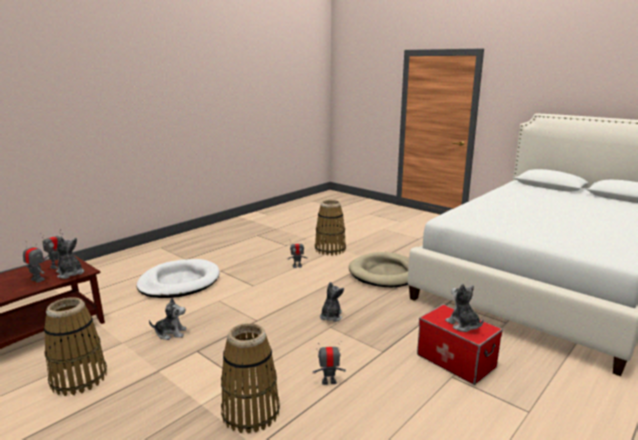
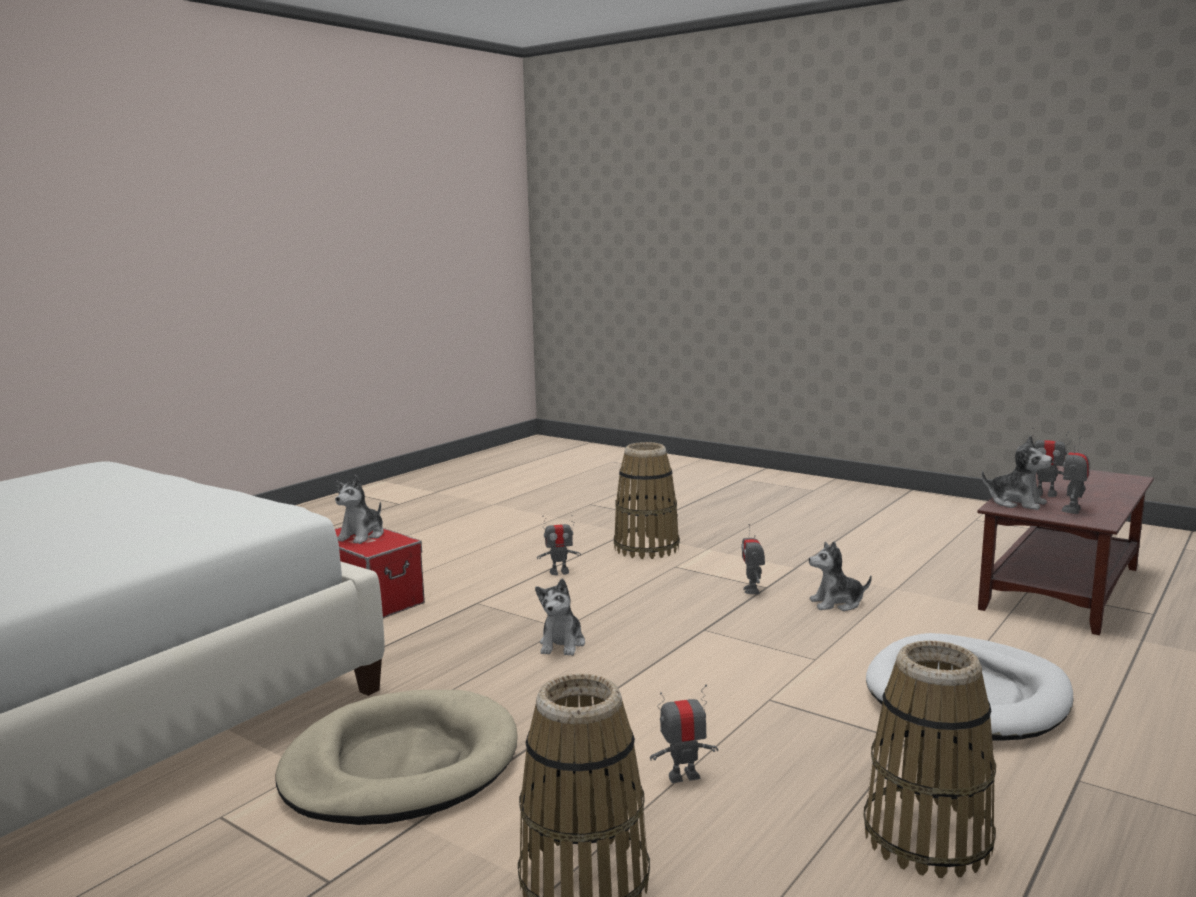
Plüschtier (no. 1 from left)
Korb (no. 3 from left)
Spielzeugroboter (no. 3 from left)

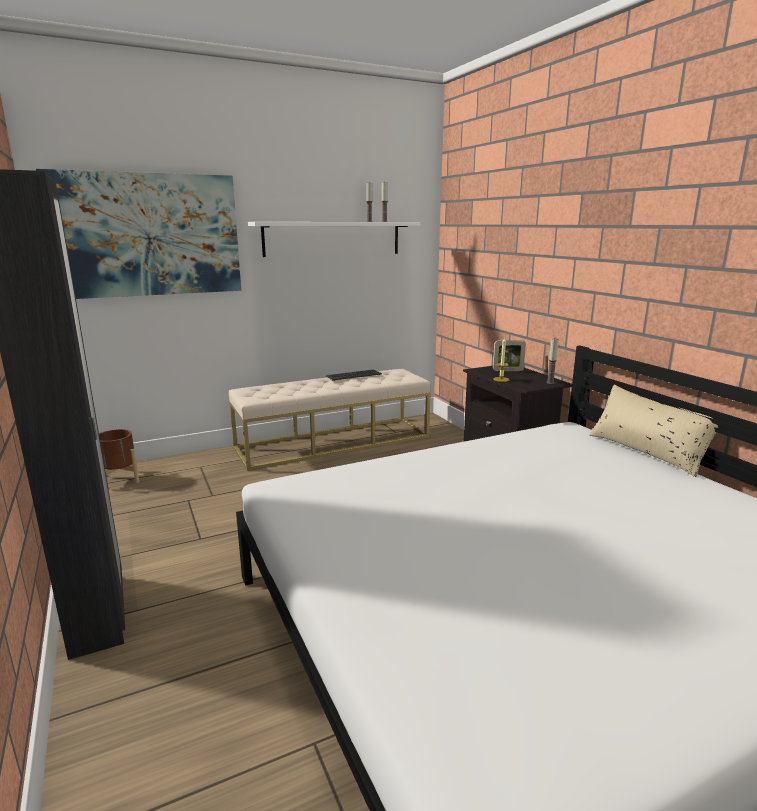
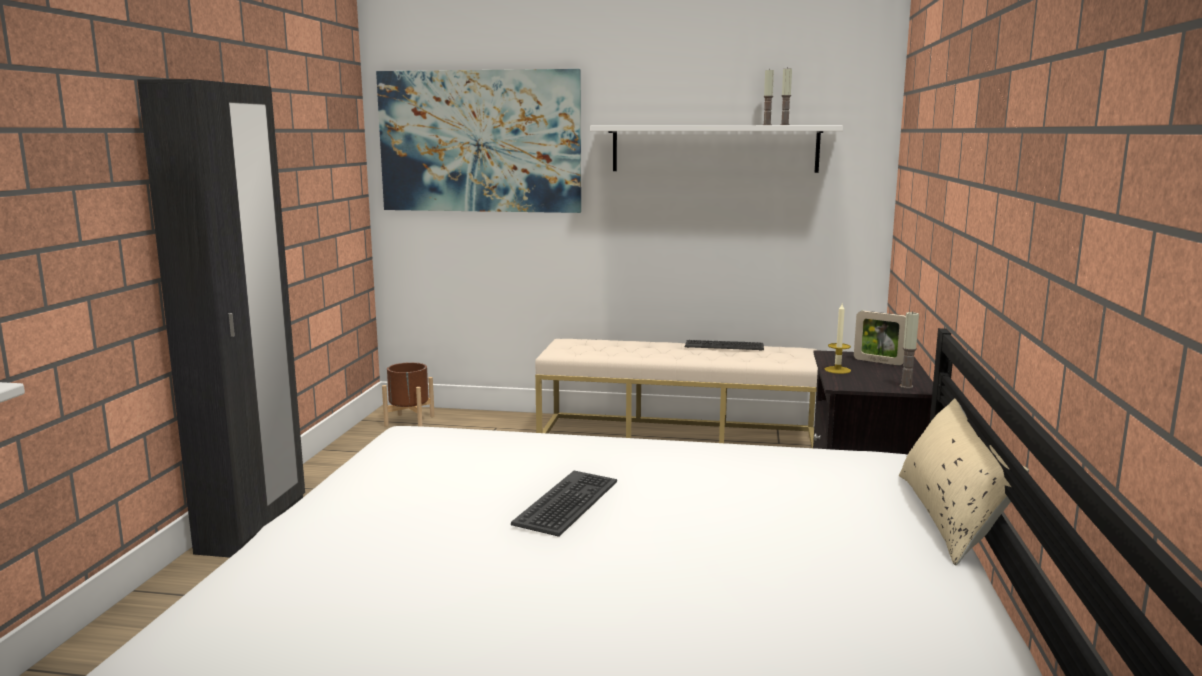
Tastatur (no. 1 from left)

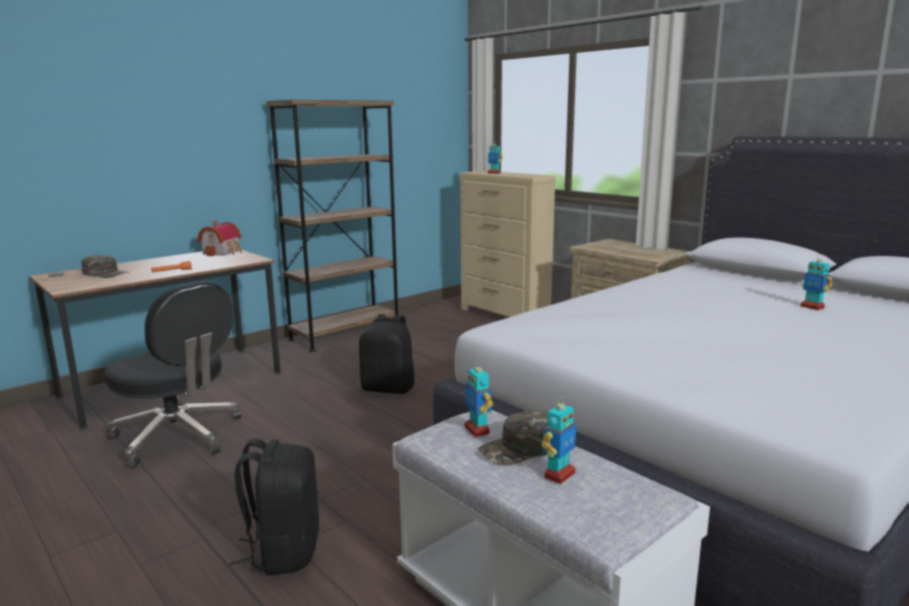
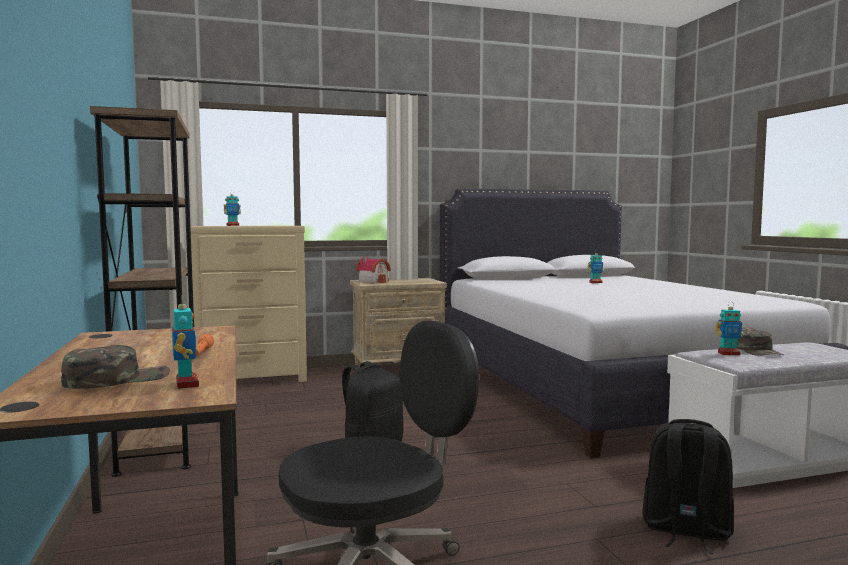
Spielzeughaus
Spielzeugroboter (no. 1 from left)

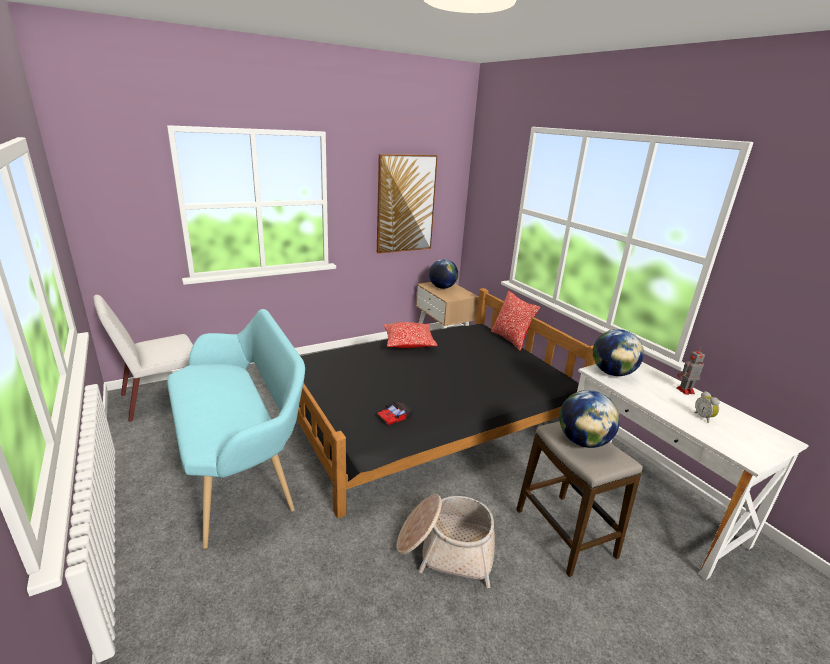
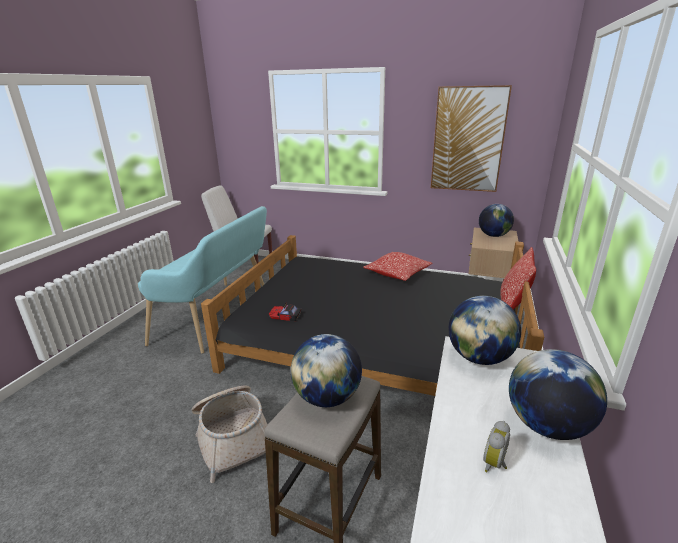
Globus (no. 4 from left)

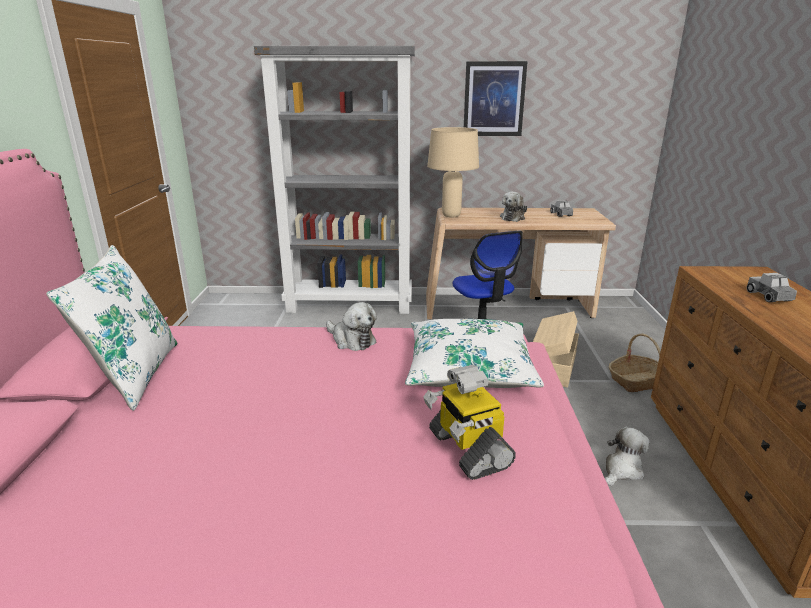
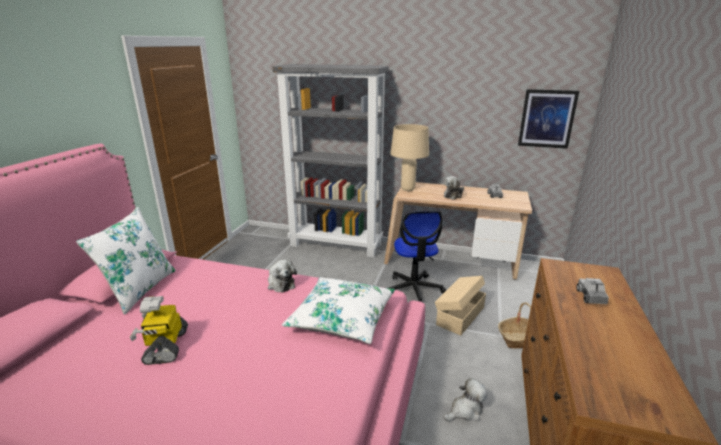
Bild
Spielzeugroboter

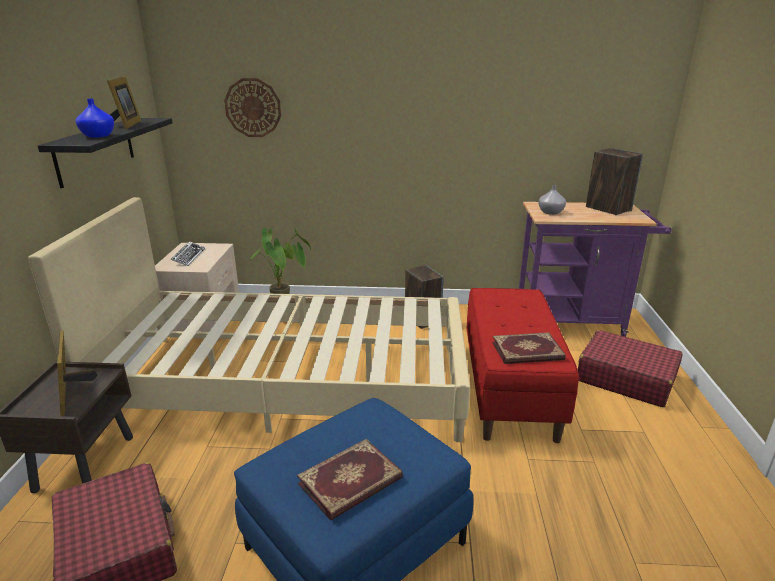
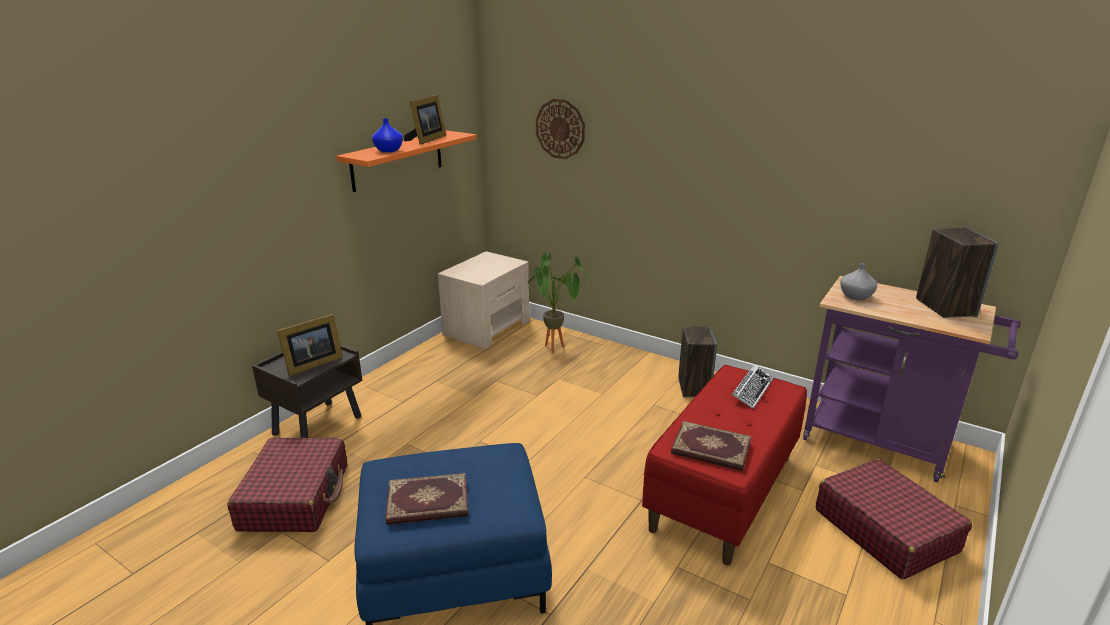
Wandregal/orange
Bett/beige
Tastatur
Bilderrahmen (no. 1 from left)

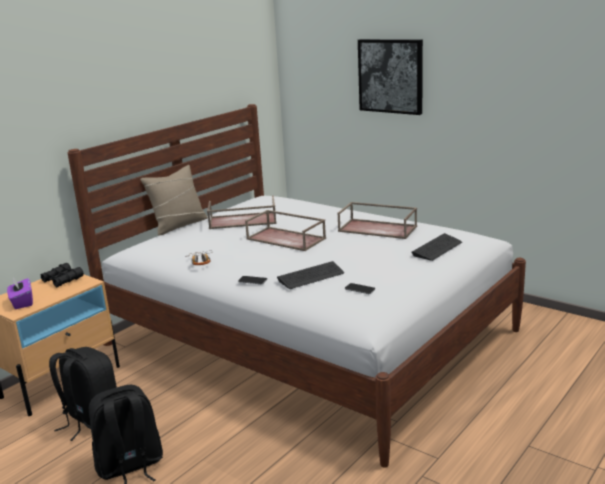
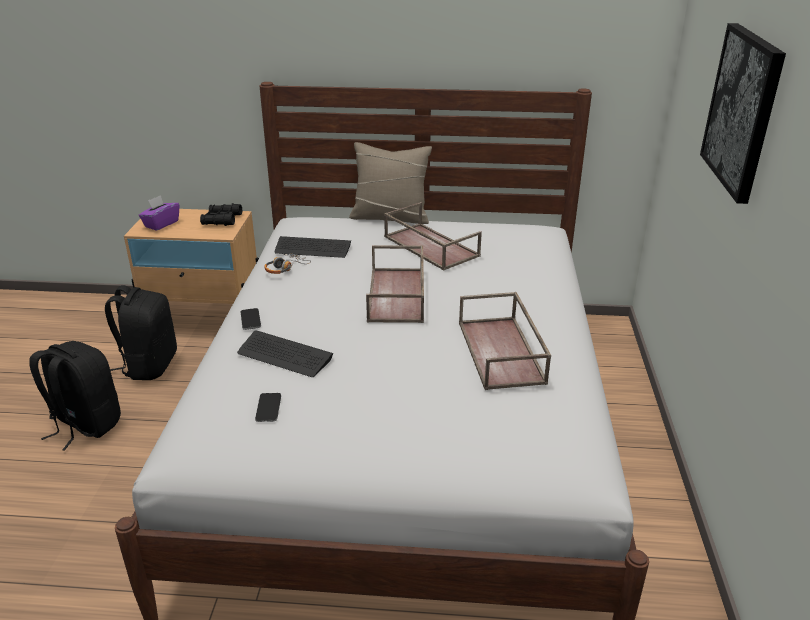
Tastatur (no. 2 from left)

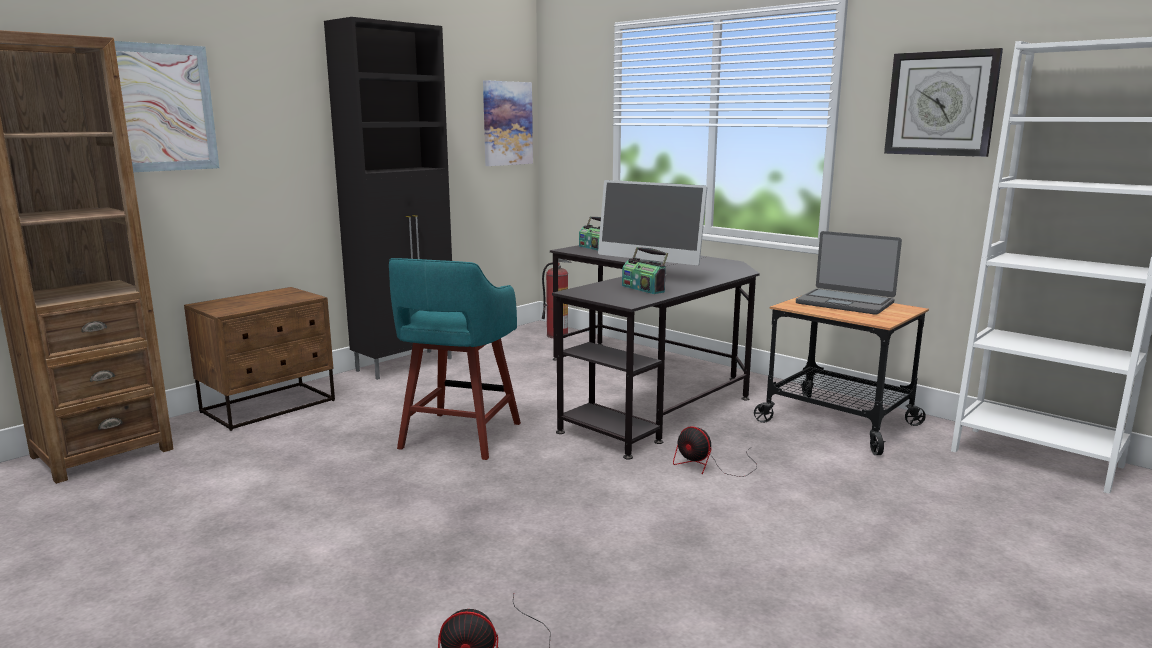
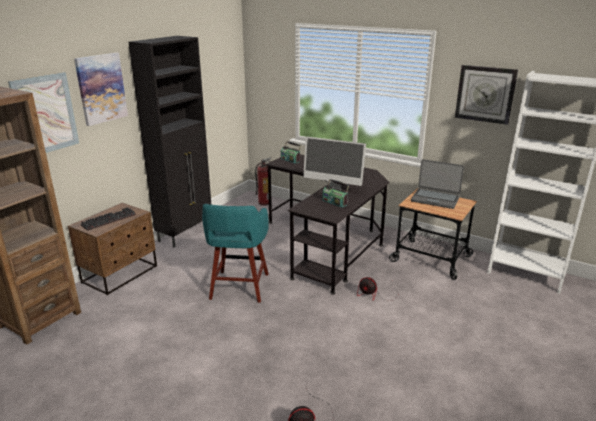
Bild (no. 2 from left)
Tastatur

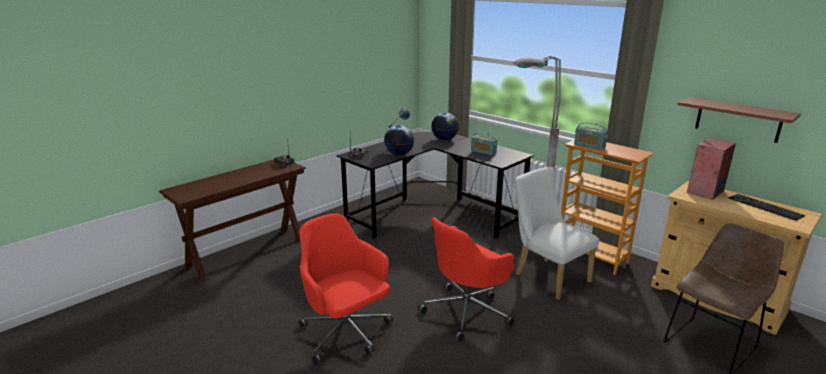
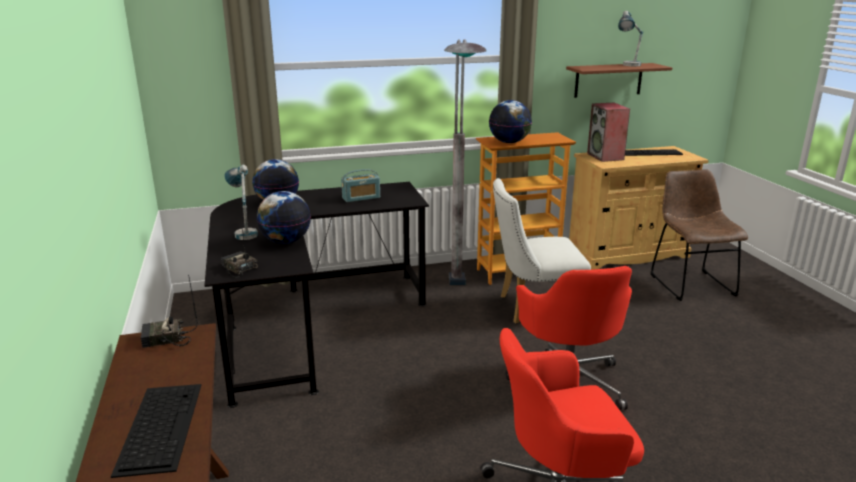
Globus (no. 3 from left)
Tischlampe (no. 2 from left)
Tastatur (no. 1 from left)

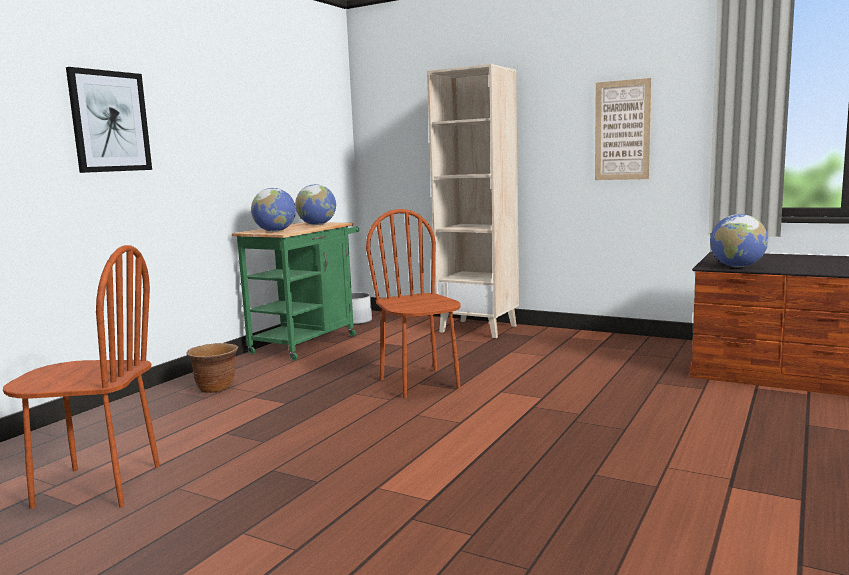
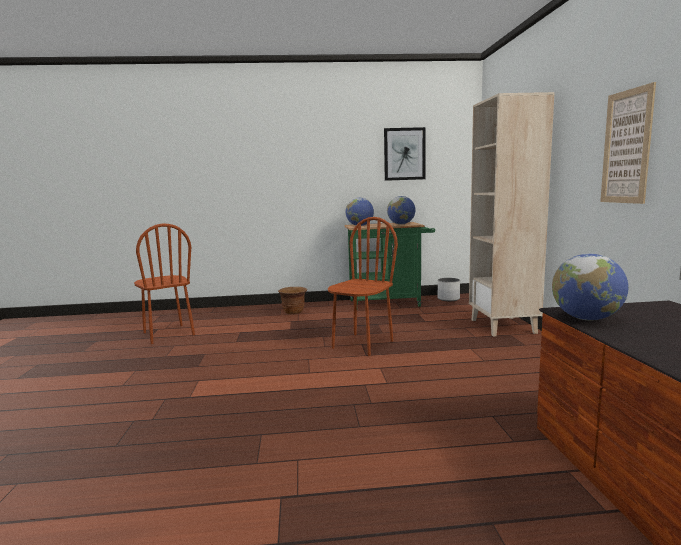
Bild (no. 1 from left)

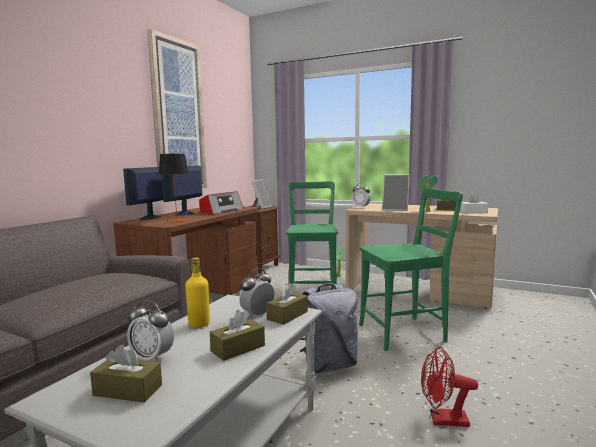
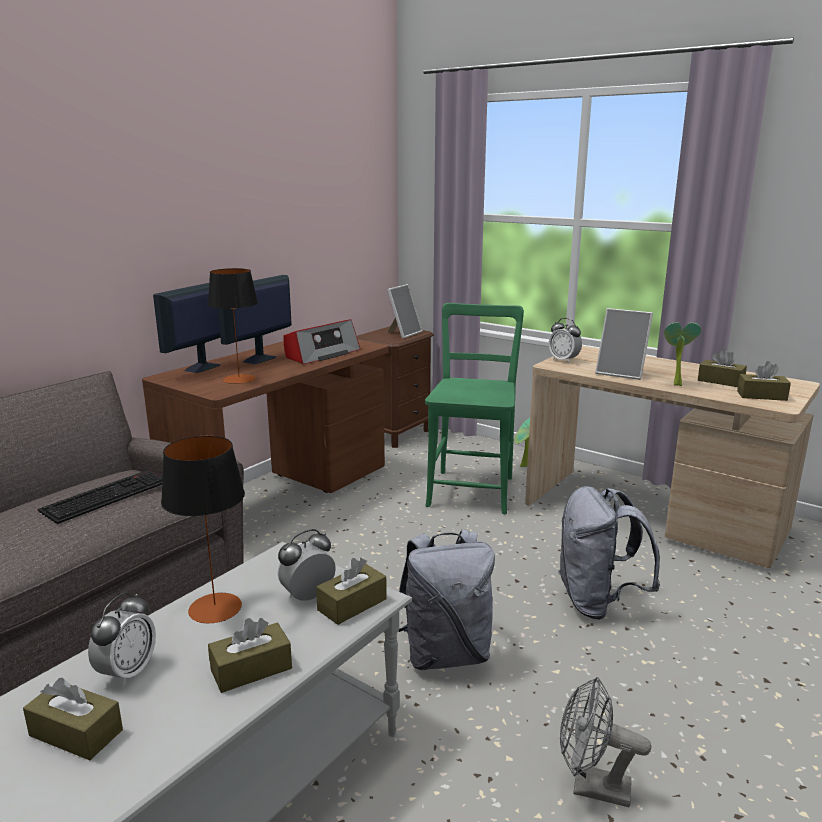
Bild
Rucksack/grau (no. 2 from left)
Taschentuchbox/braun (no. 5 from left)
Tischlampe (no. 1 from left)
Wecker (no. 1 from left)
Ventilator/grau
Tastatur

